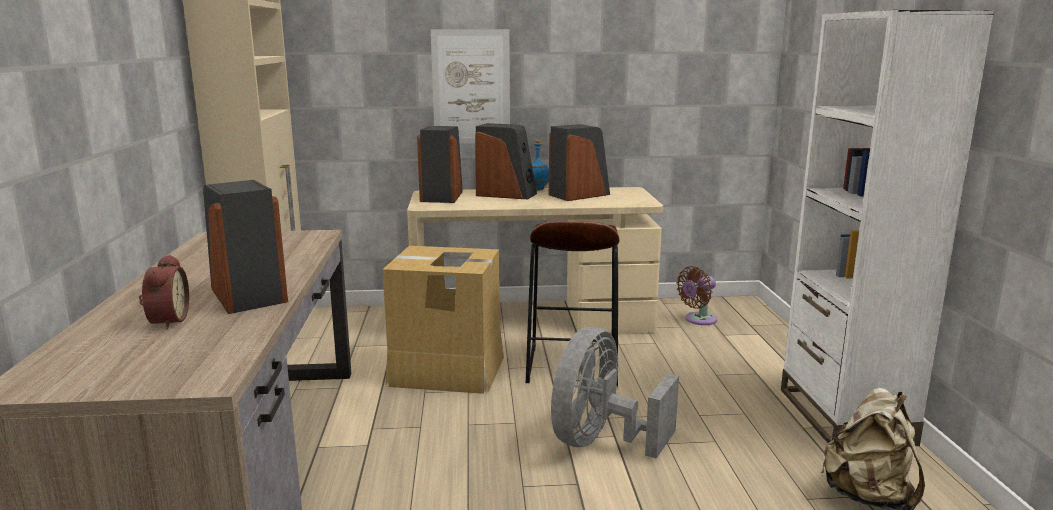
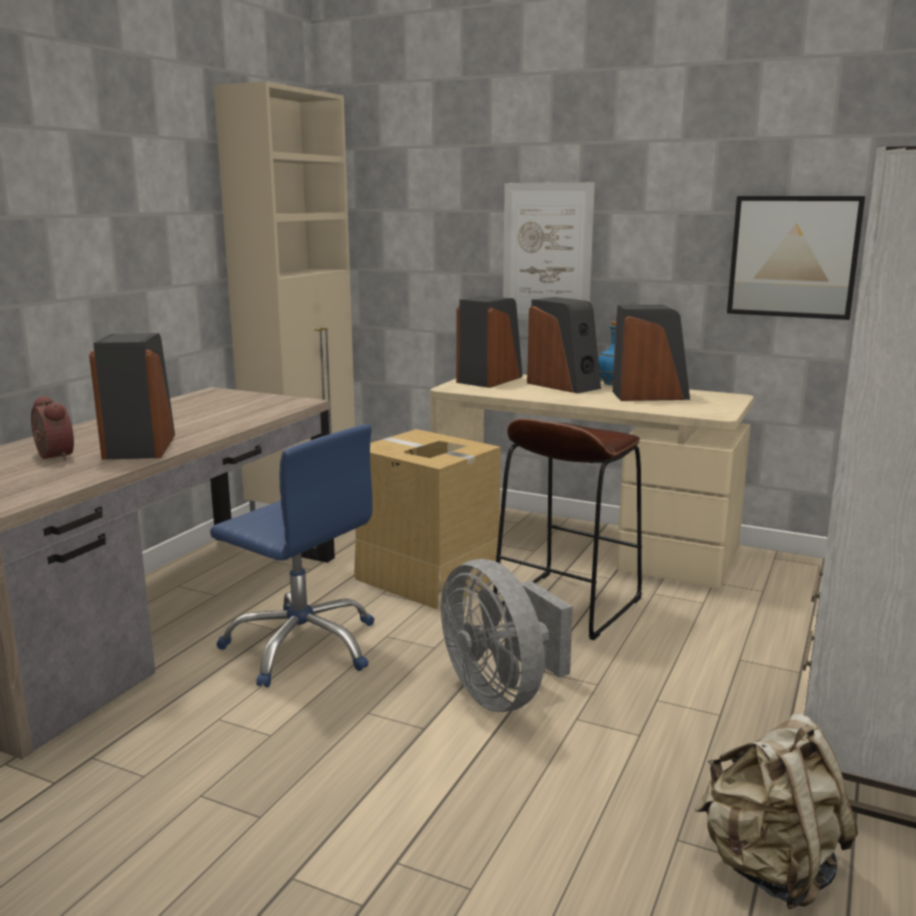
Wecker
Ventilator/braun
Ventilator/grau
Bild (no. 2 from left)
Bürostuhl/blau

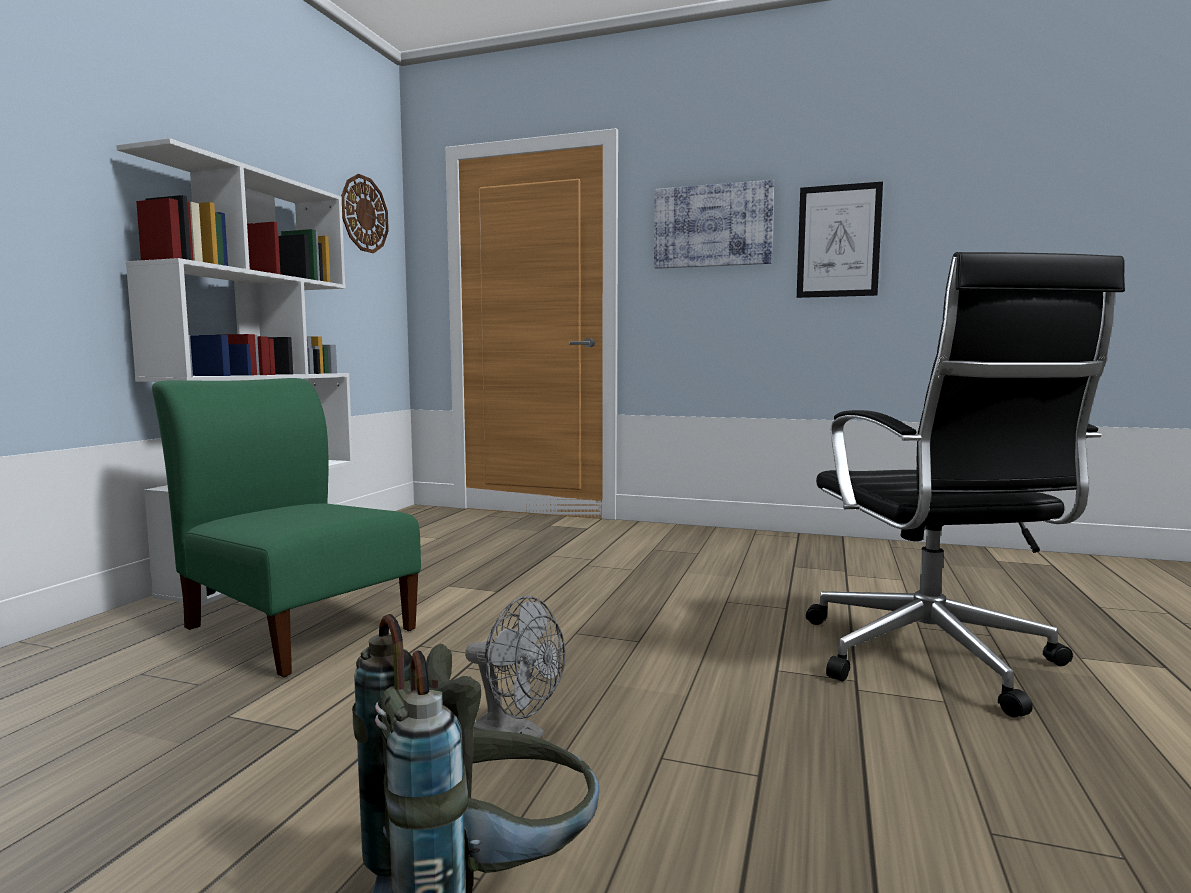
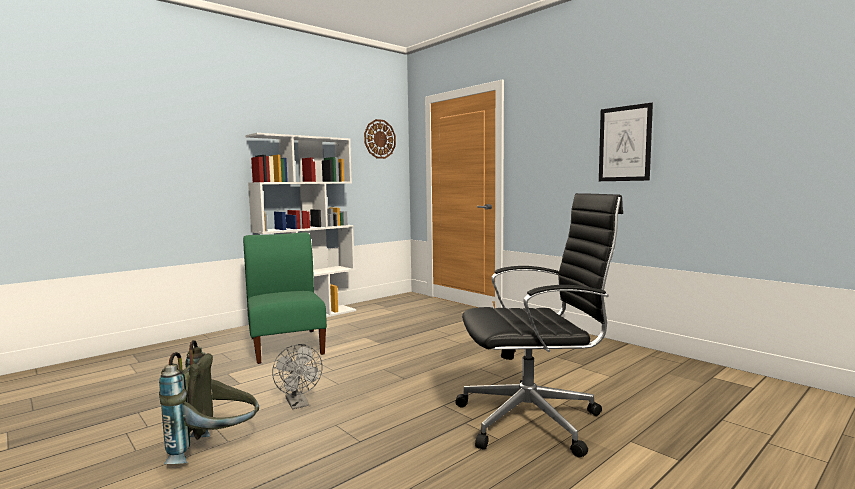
Bild (no. 1 from left in the first image)
Bürostuhl/schwarz

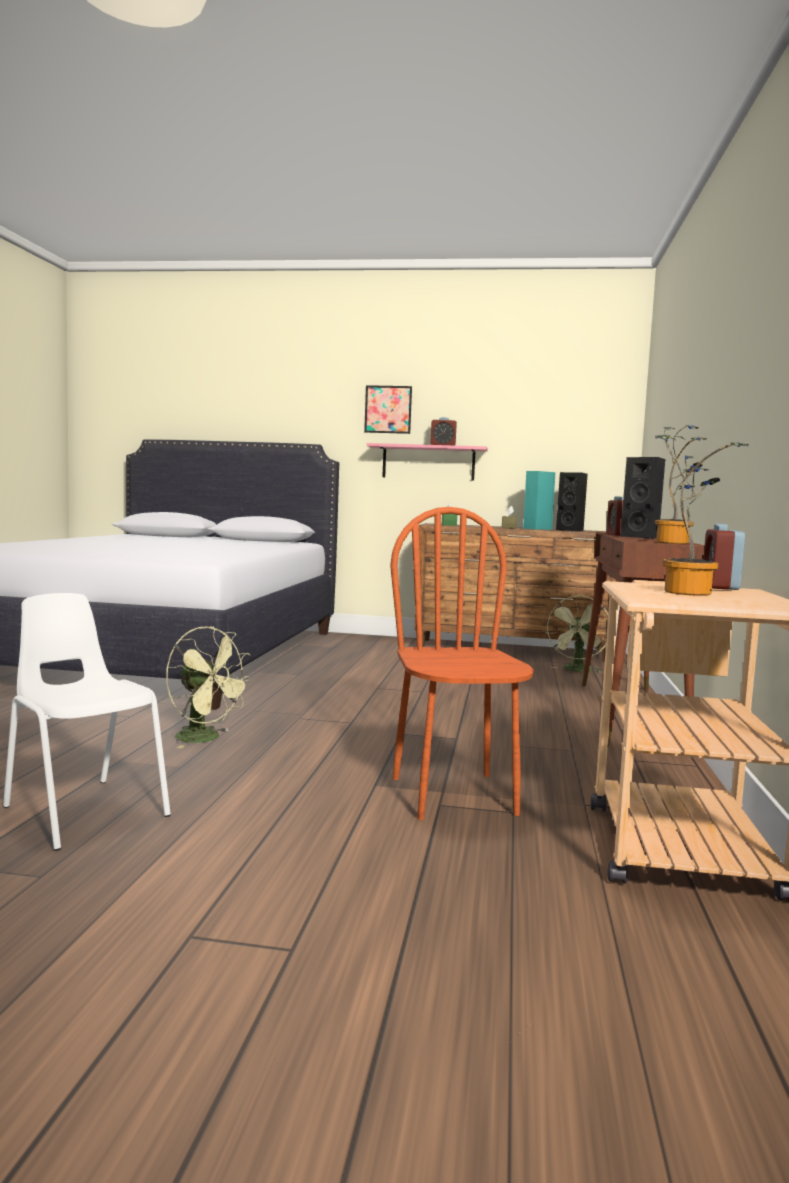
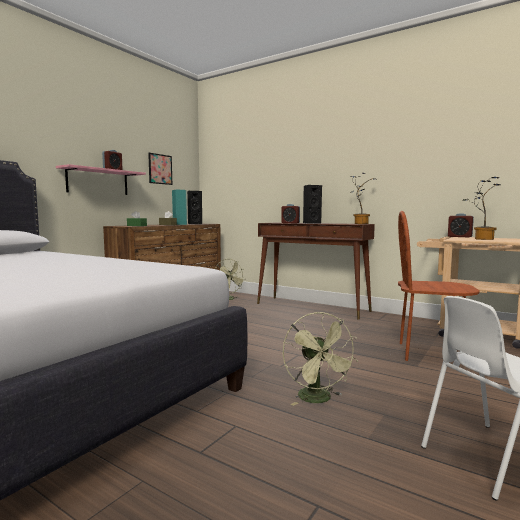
Bild
Ventilator/grün (no. 2 from left)

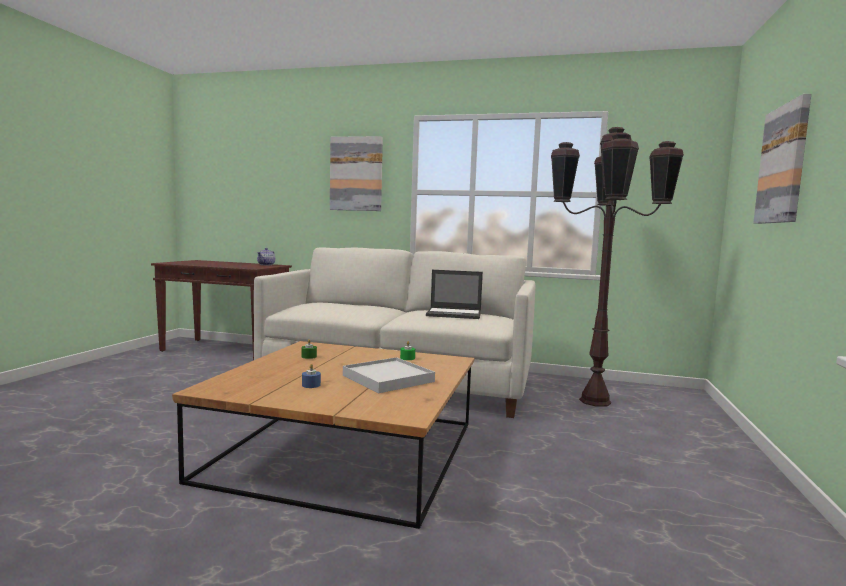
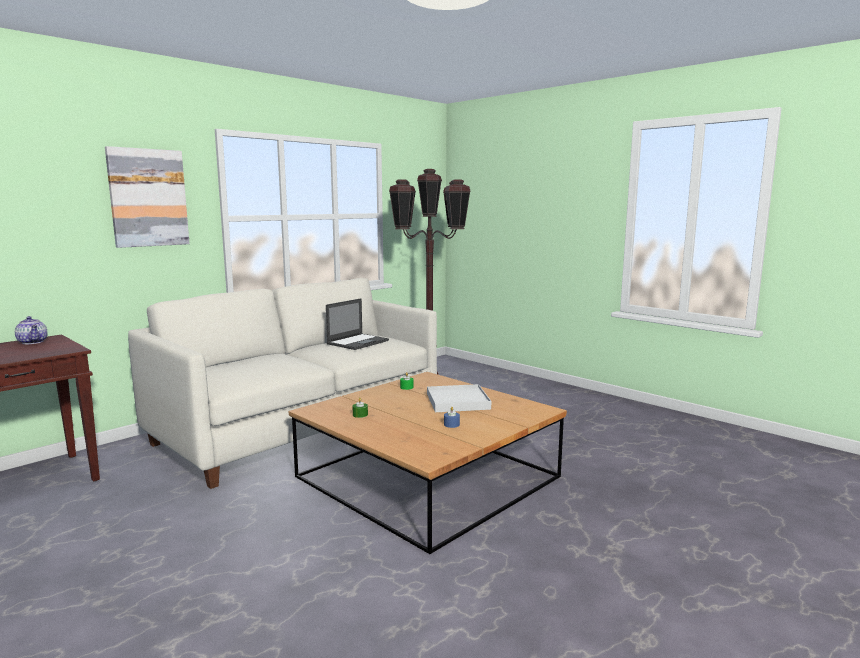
Bild (no. 2 from left in the first image)

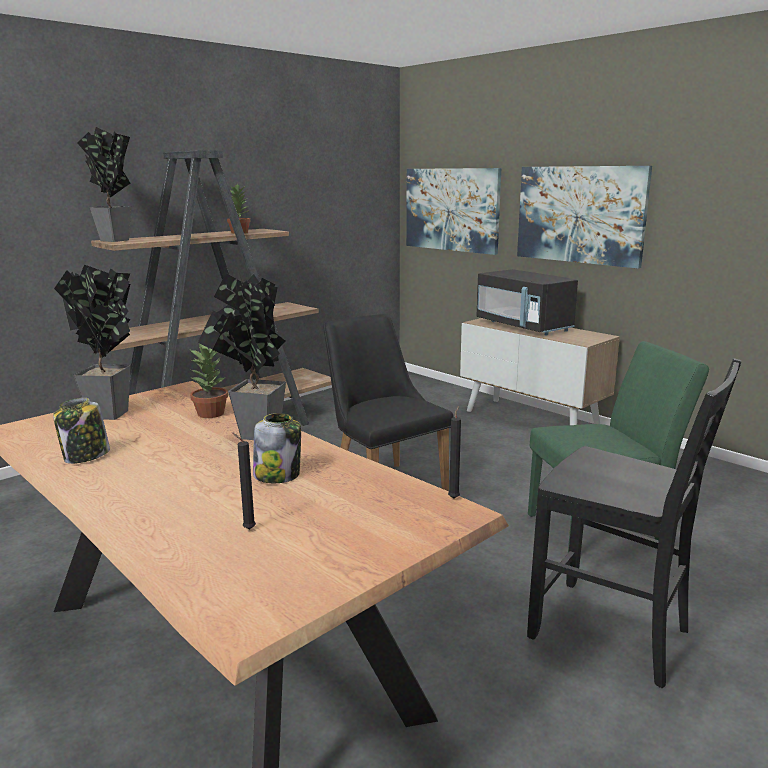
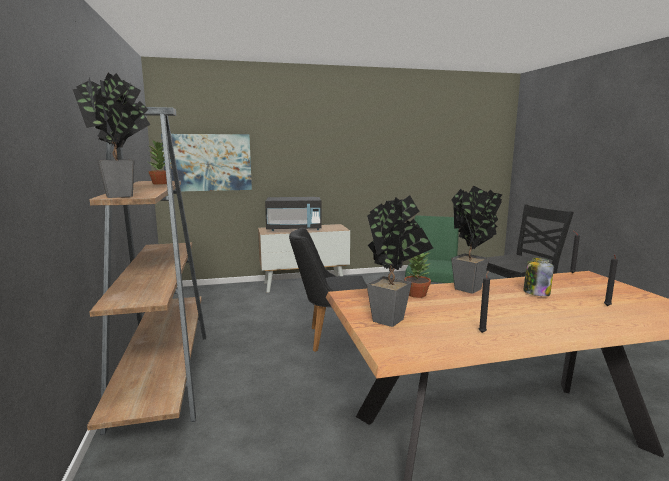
Bild (no. 2 from left in the first image)
Kerze/schwarz (no. 1 from left)

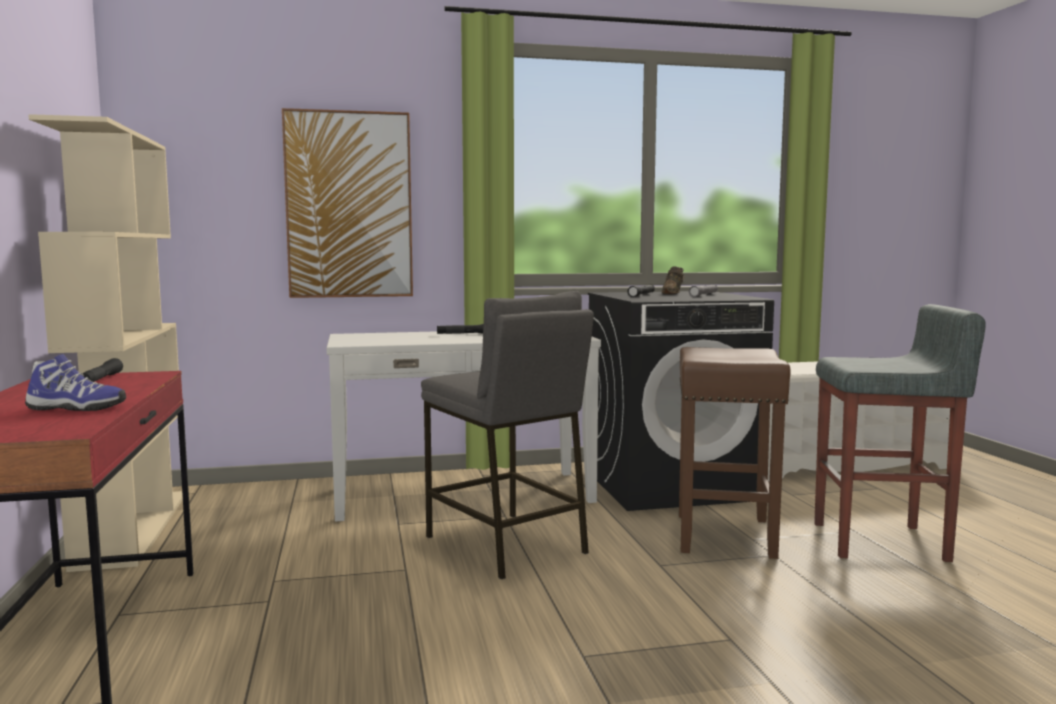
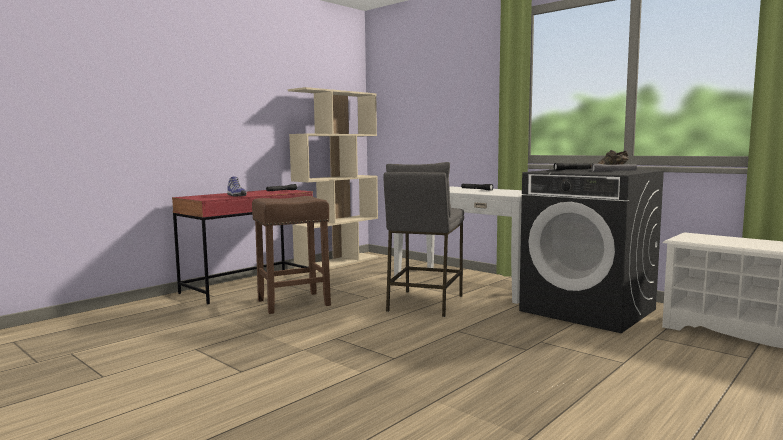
Bild
Hocker/grau (no. 2 from left in the first image)
Hocker/braun

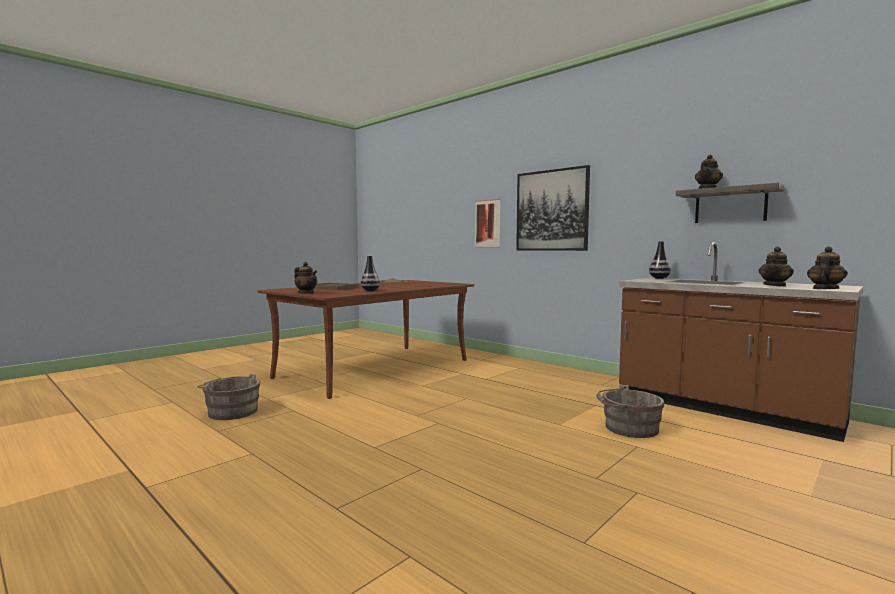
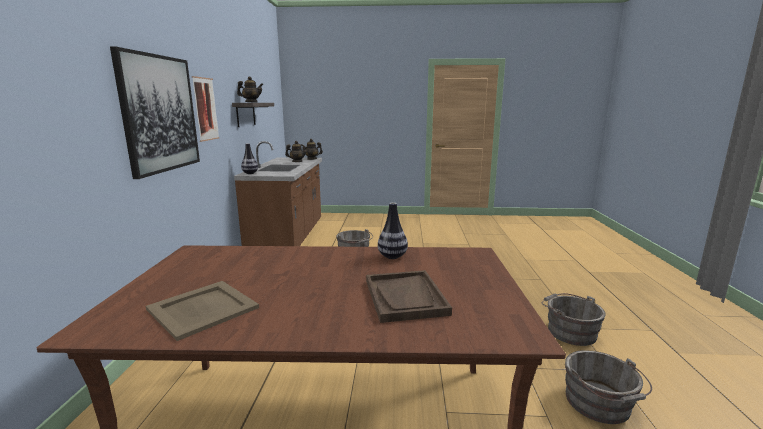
Bild (no. 2 from left)
Teekanne (no. 1 from left in the first image)
Eimer/grau (no. 2 from left)

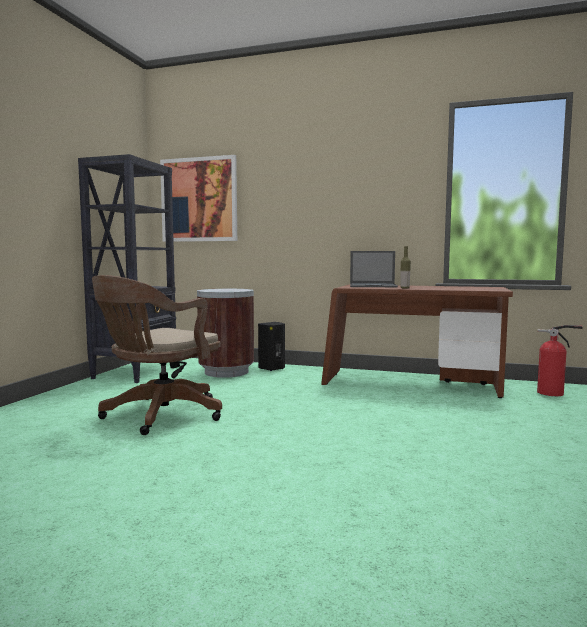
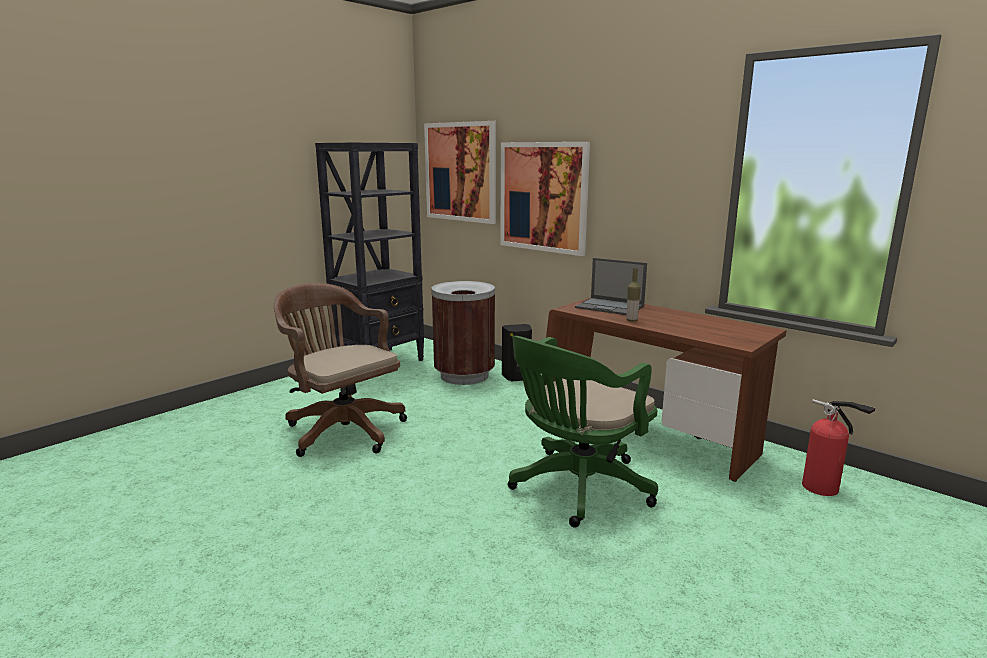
Bürostuhl/braun
Bild (no. 2 from left)
Bürostuhl/grün

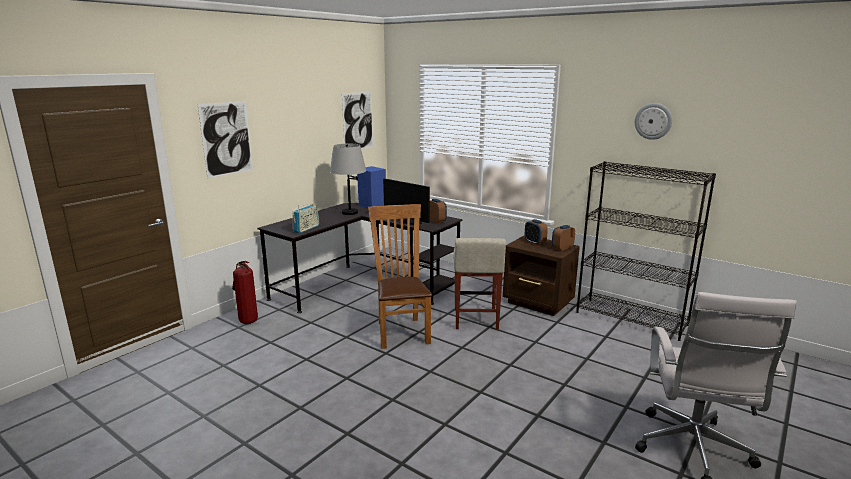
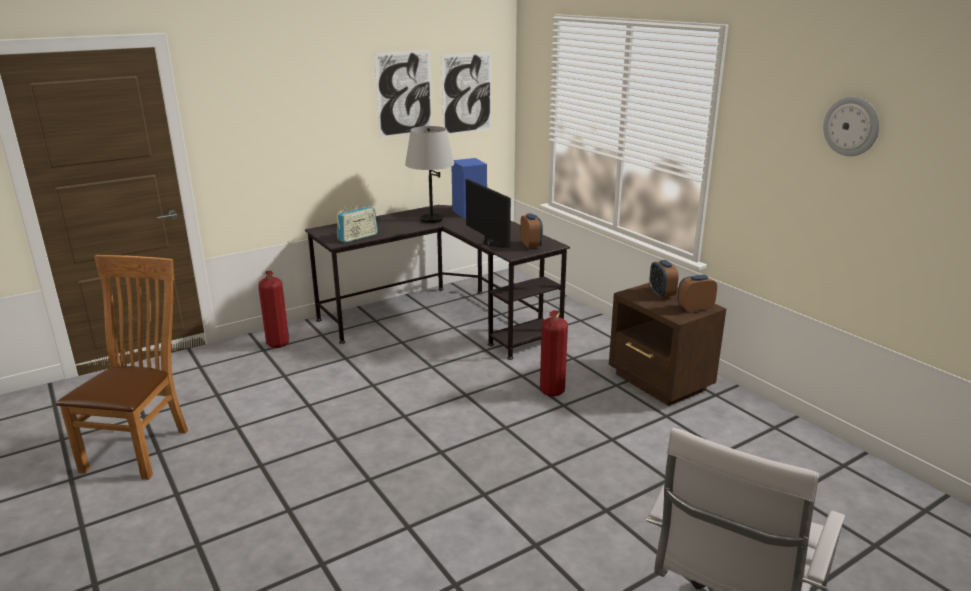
Bild (no. 1 from left)
Bücherregal/schwarz
Stuhl/braun
Feuerlöscher (no. 2 from left)

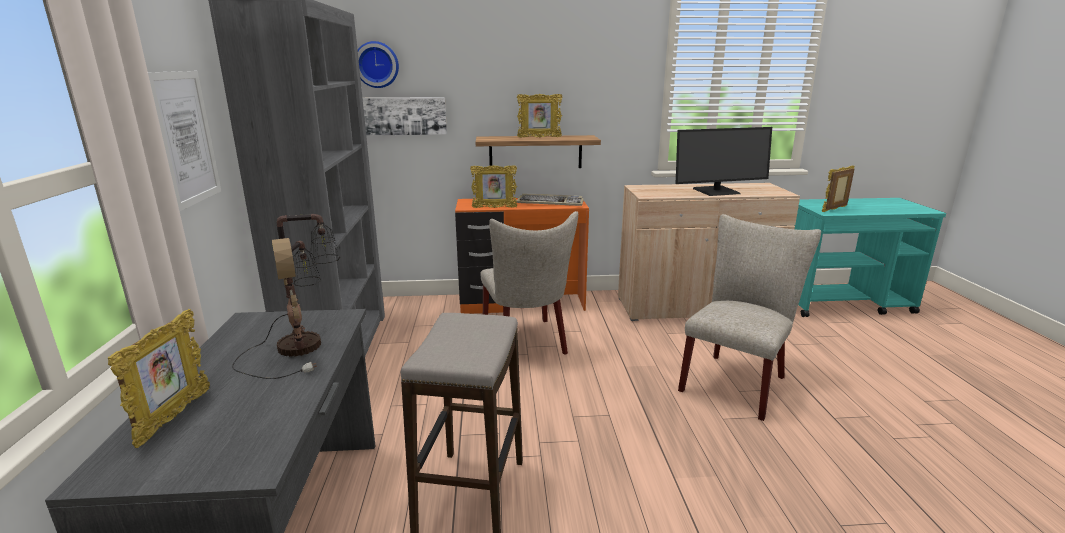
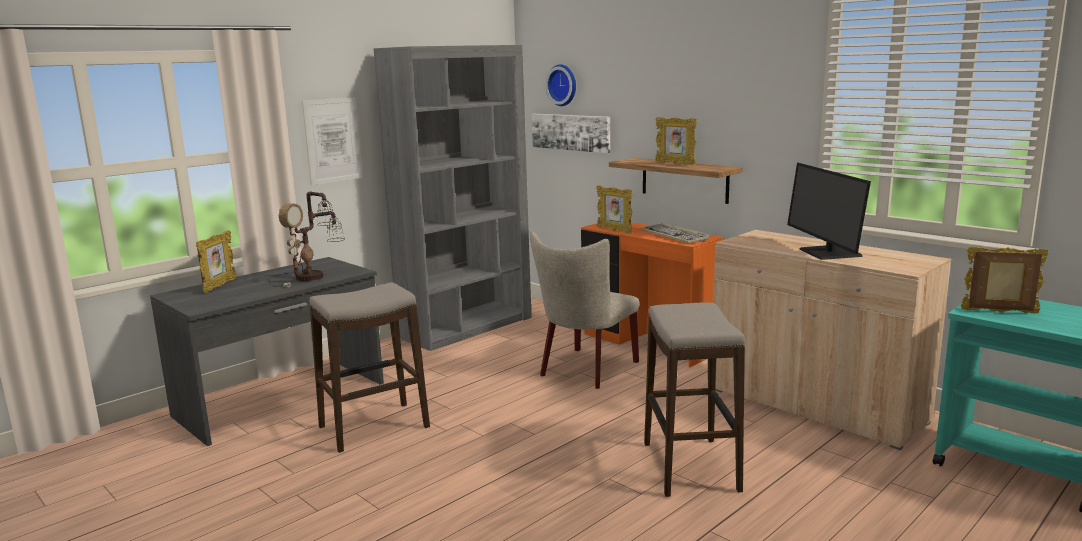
Monitor
Hocker (no. 2 from left)
Bilderrahmen (no. 1 from left)

